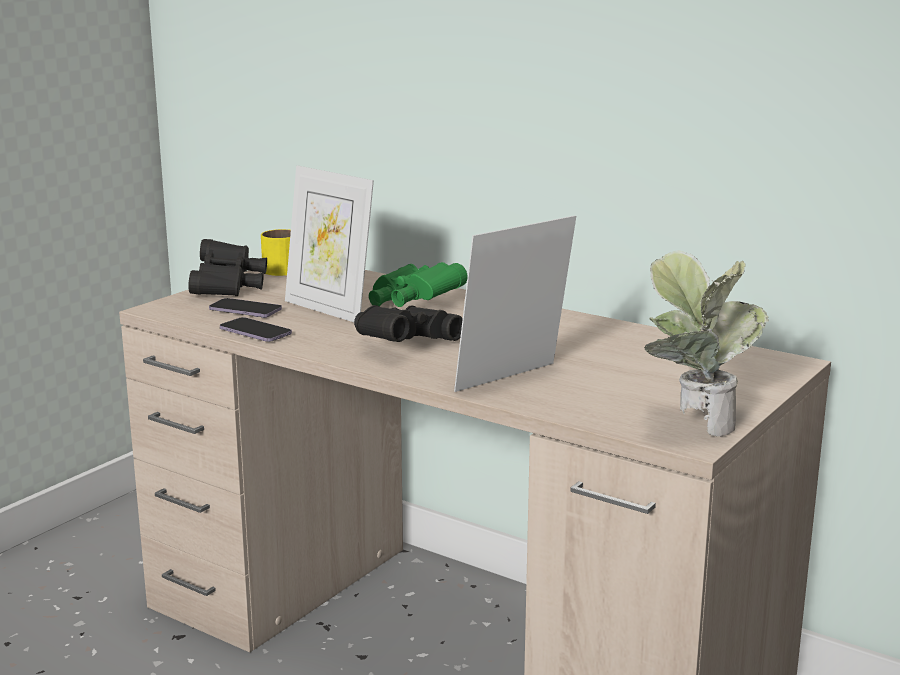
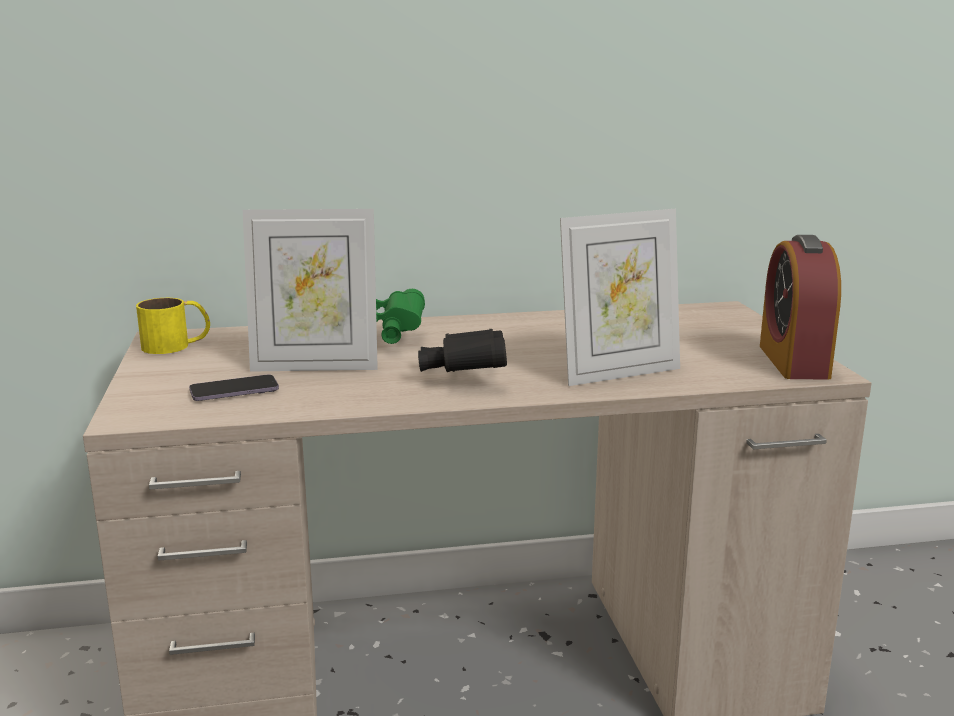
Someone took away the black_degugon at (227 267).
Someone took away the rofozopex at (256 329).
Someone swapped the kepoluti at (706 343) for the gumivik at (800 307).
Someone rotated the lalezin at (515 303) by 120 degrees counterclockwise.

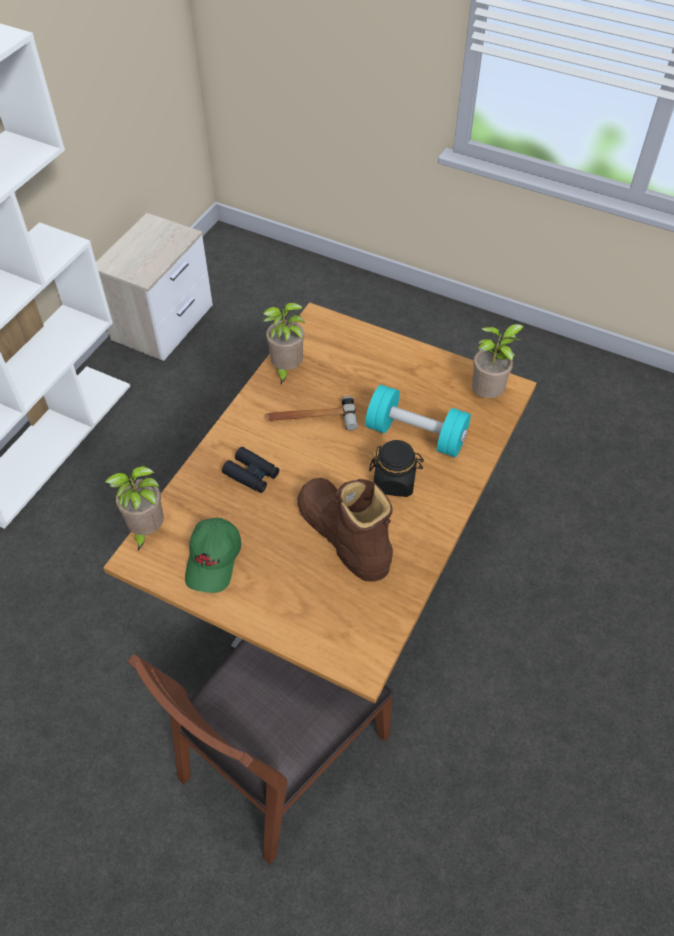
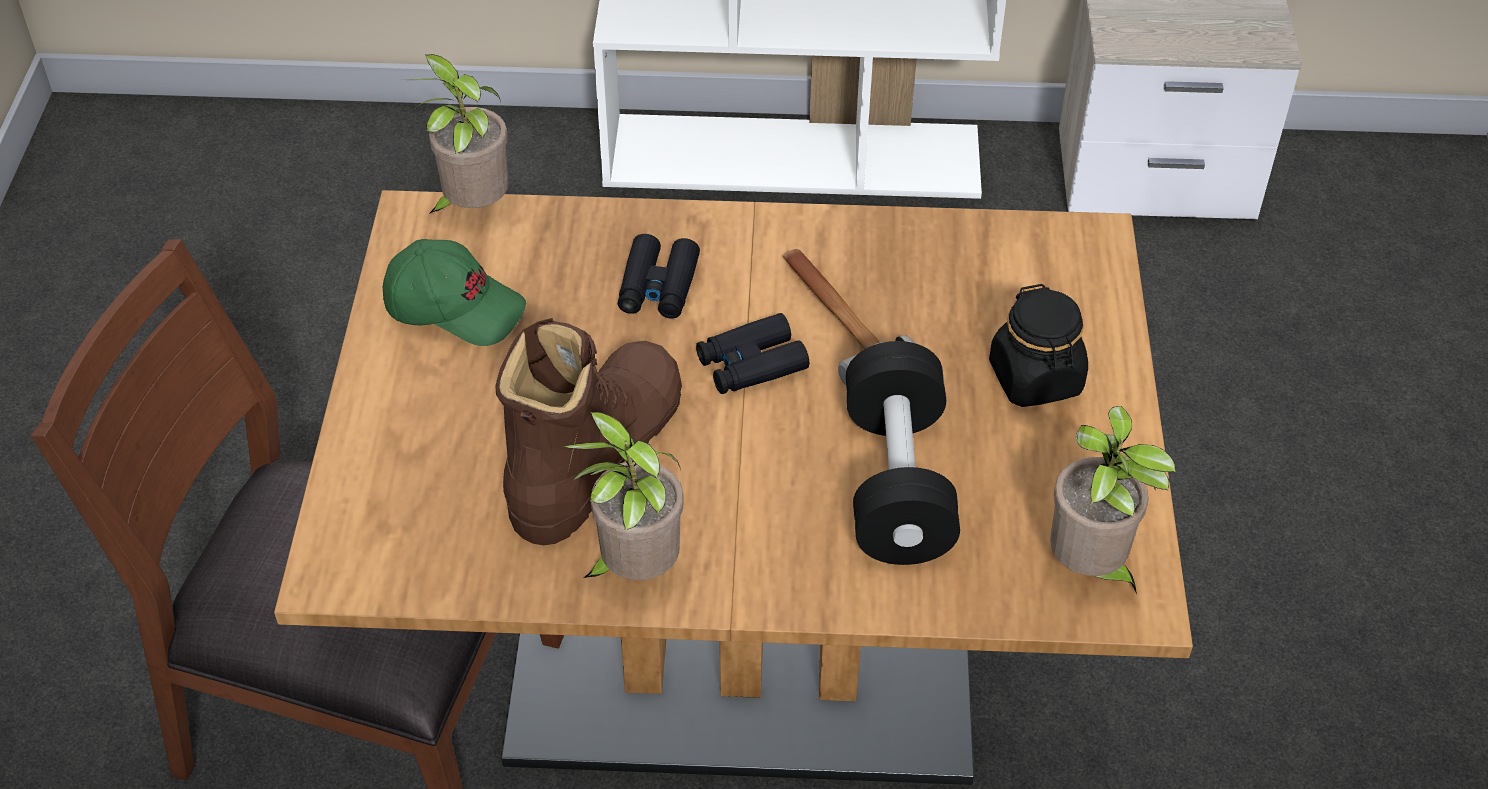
Someone put down the black_degugon at (752 353).
Someone carried the kepoluti from (283 343) to (623 495).
Someone carried the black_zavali from (396 468) to (1038 345).
Someone repainted the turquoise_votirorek at (418 421), which became the black_votirorek at (903 453).
Someone rotated the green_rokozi at (213 555) by 150 degrees counterclockwise.

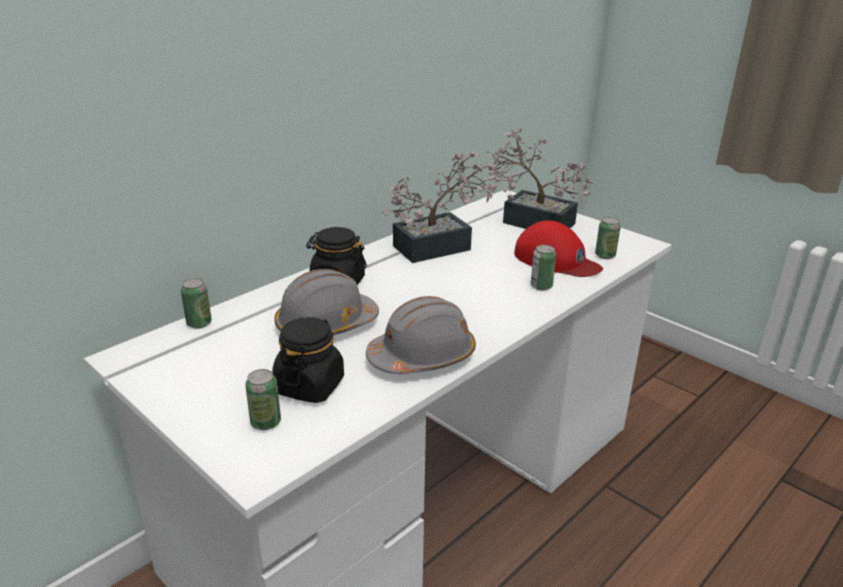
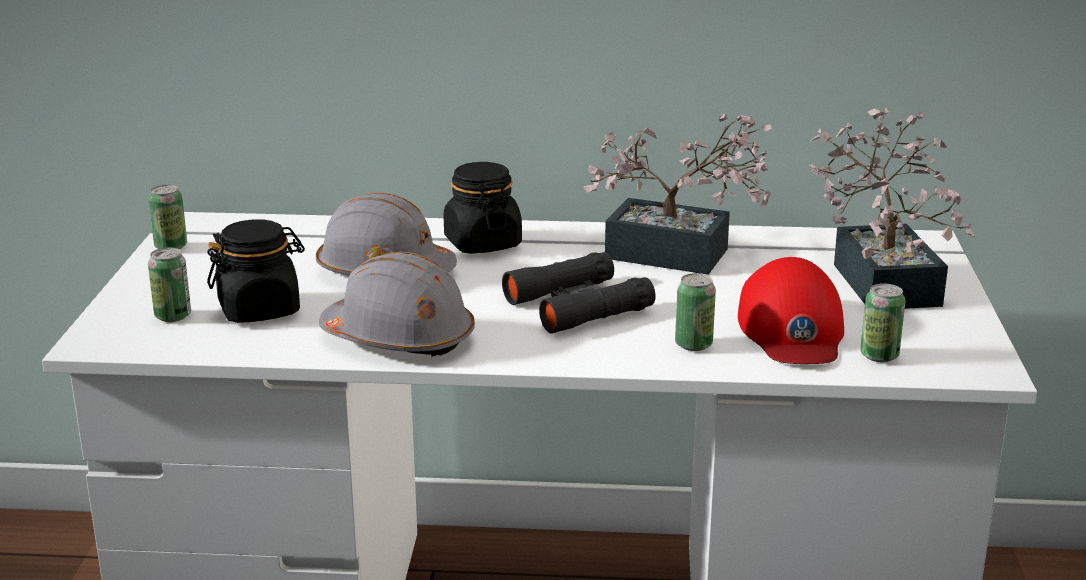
Someone put down the black_degugon at (579 293).
Someone carried the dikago from (196 303) to (167 217).

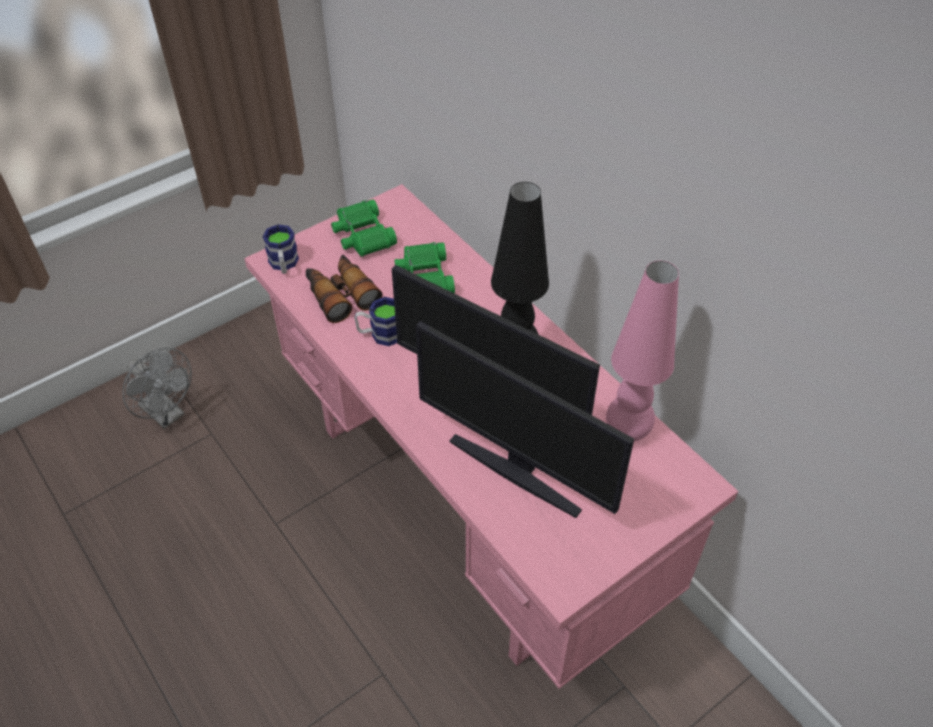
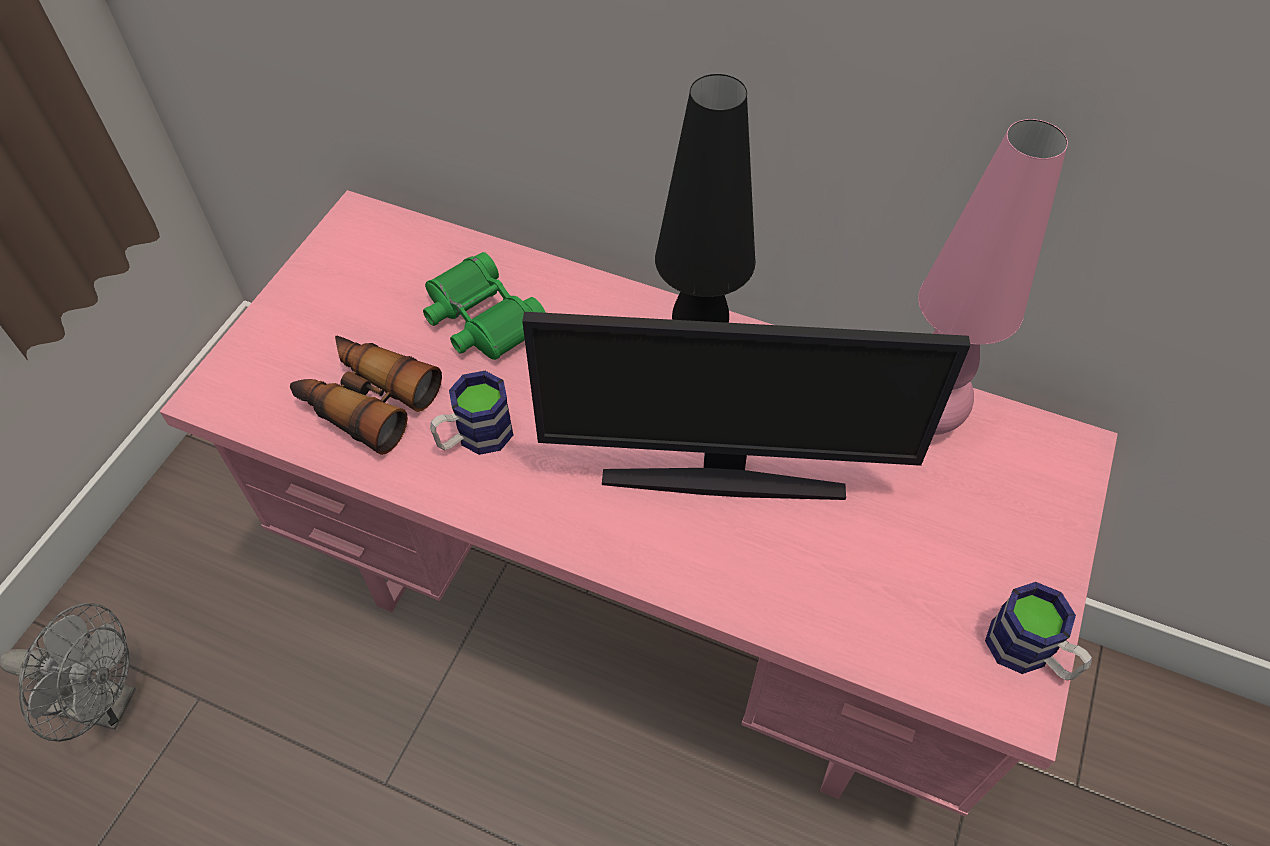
Someone took away the green_degugon at (364 228).
Someone took away the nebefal at (525 419).
Someone carried the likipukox from (281 249) to (1038 631).

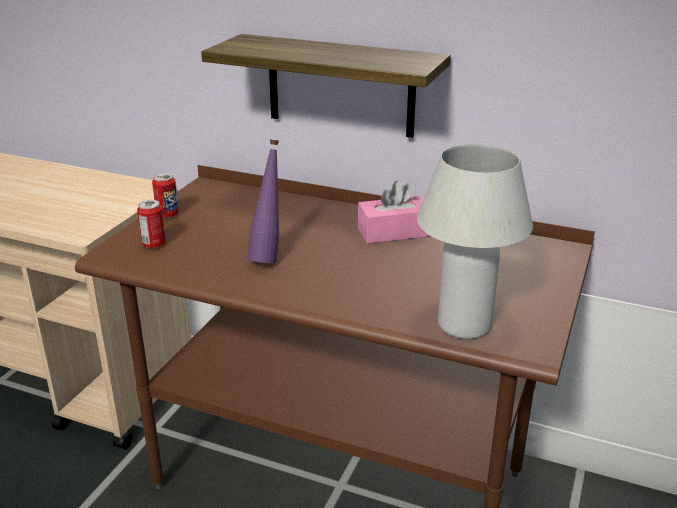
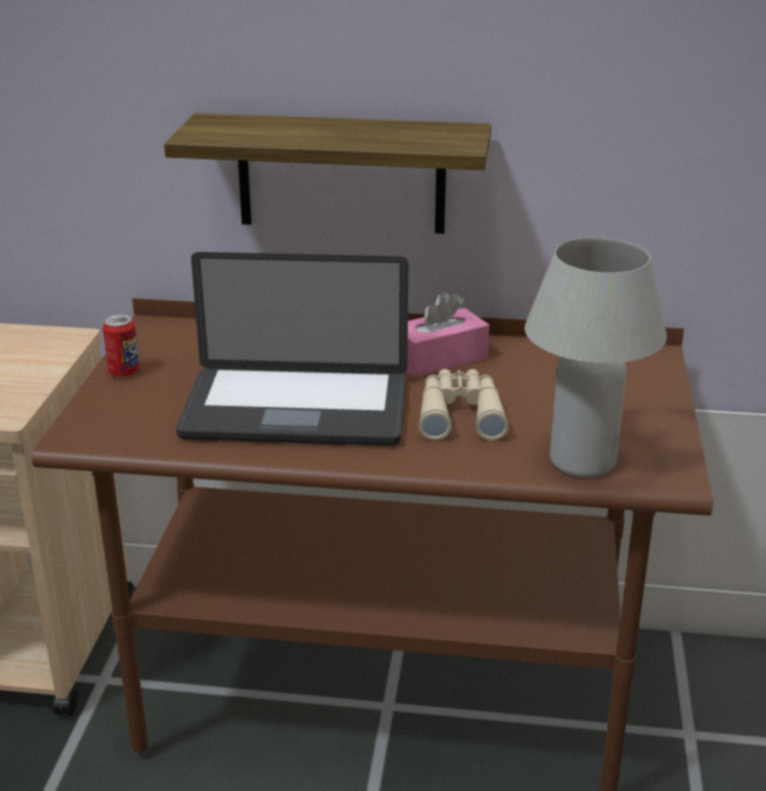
Someone took away the dikago at (151 224).
Someone put down the beige_degugon at (463 405).
Someone swapped the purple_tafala at (263 201) for the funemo at (292 349).

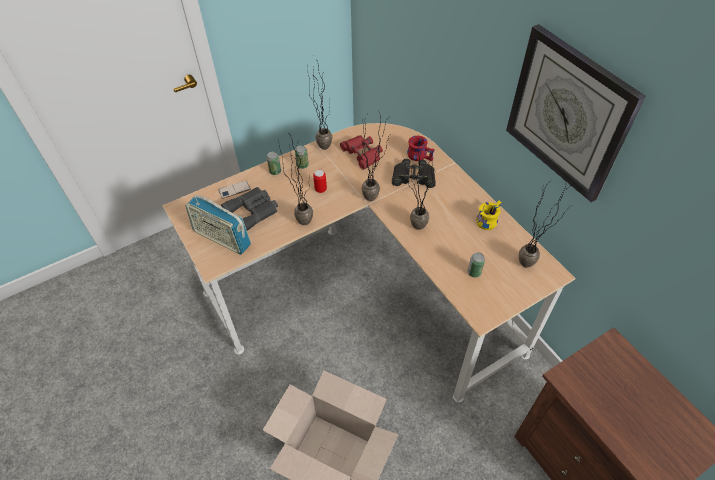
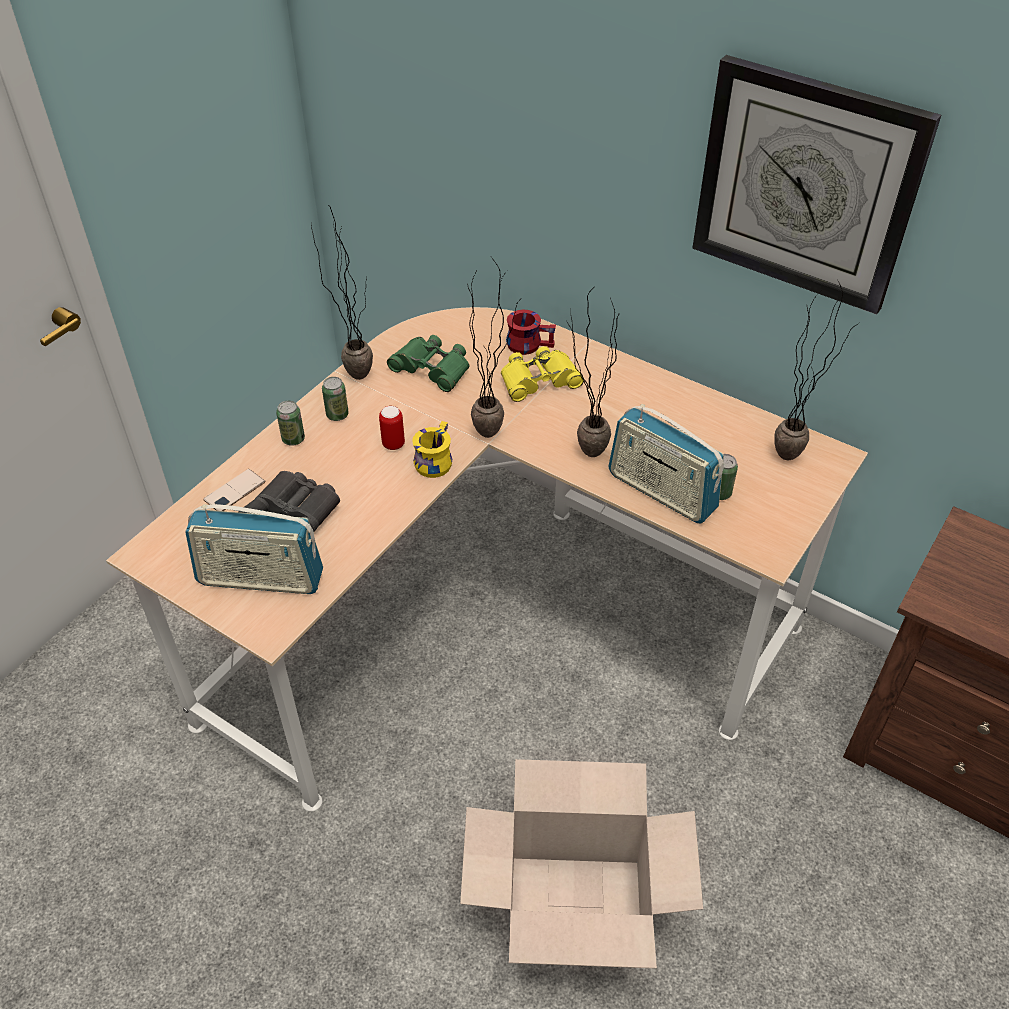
Someone took away the kepoluti at (296 180).
Someone put down the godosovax at (666 463).
Someone carried the yellow_likipukox from (489 215) to (432 449).
Someone repainted the red_degugon at (361 152), which became the green_degugon at (428 363).
Someone repainted the black_degugon at (414 173), which became the yellow_degugon at (542 374).

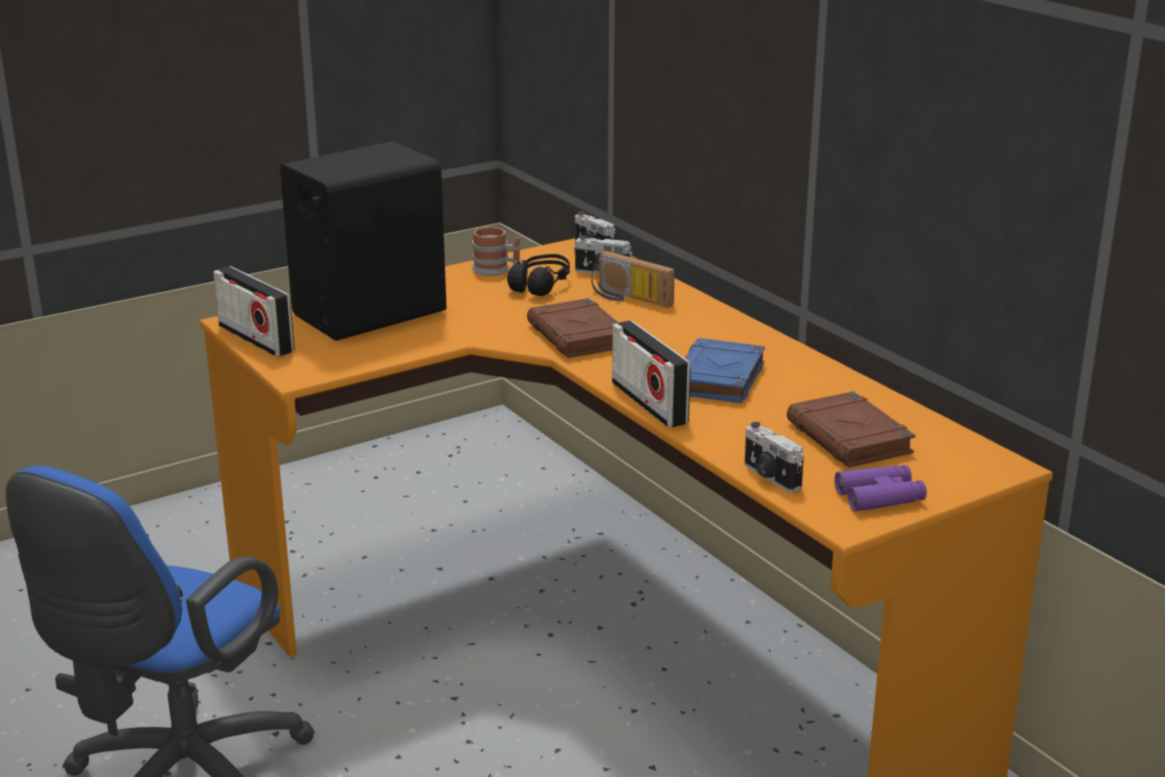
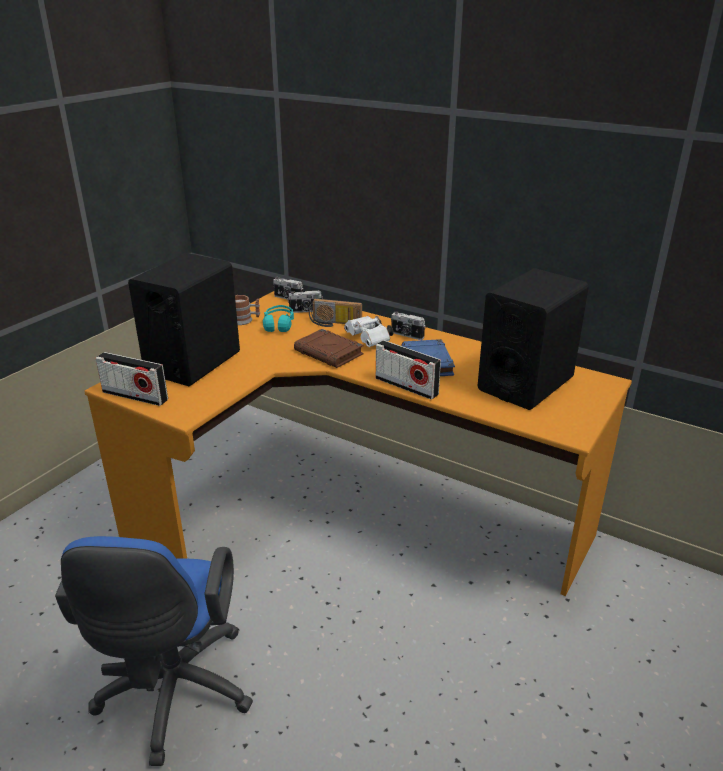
Someone took away the purple_degugon at (880 488).
Someone put down the white_degugon at (368 331).
Someone carried the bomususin from (774 457) to (408 325).
Someone swapped the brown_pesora at (851 429) for the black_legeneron at (533 339).
Someone repainted the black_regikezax at (538 275), which became the turquoise_regikezax at (278 318).

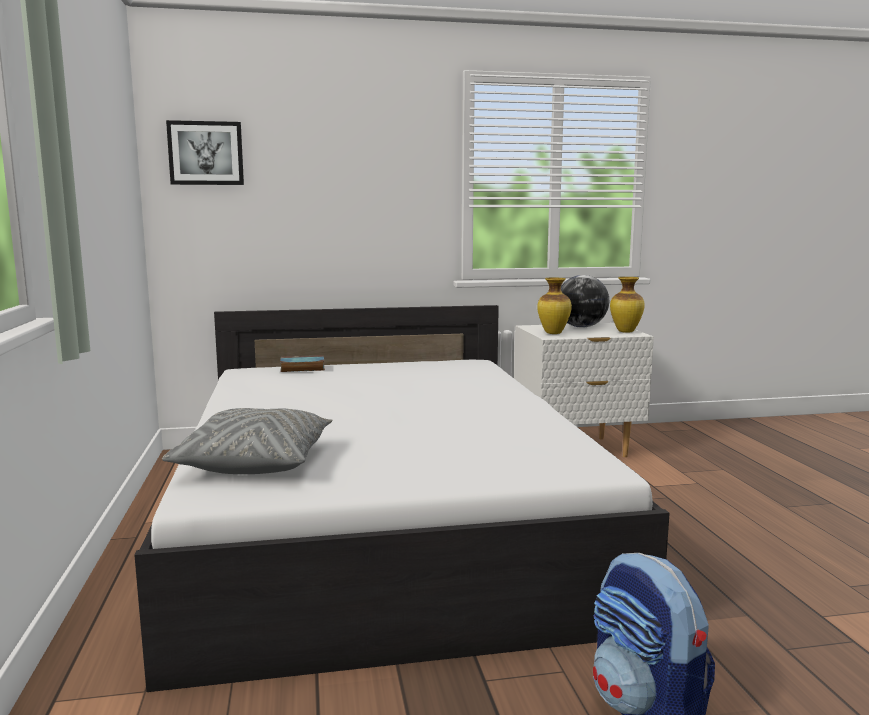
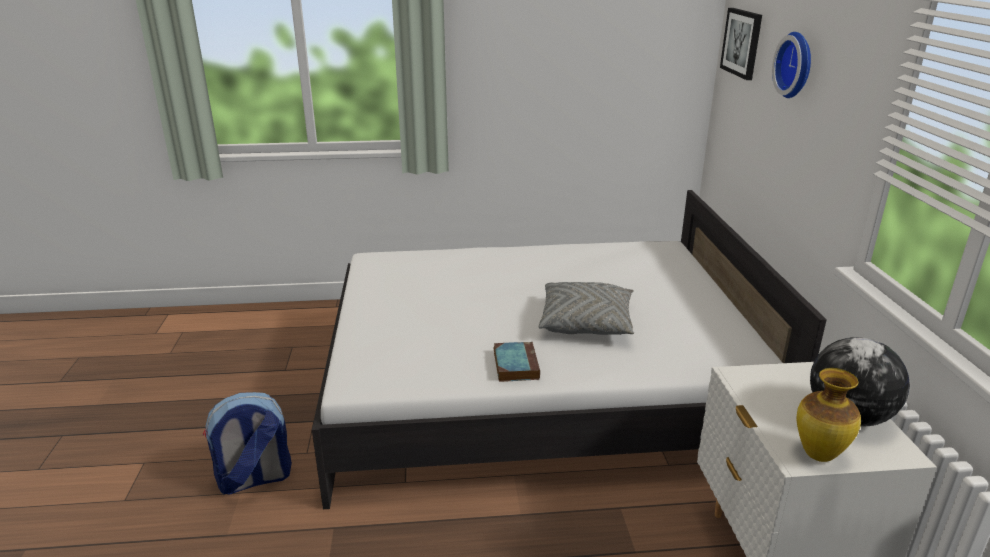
Someone took away the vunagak at (554 306).
Someone put up the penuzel at (791 65).
Someone carried the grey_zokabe from (247 441) to (586 308).
Someone carried the pesora from (302 363) to (517 362).

